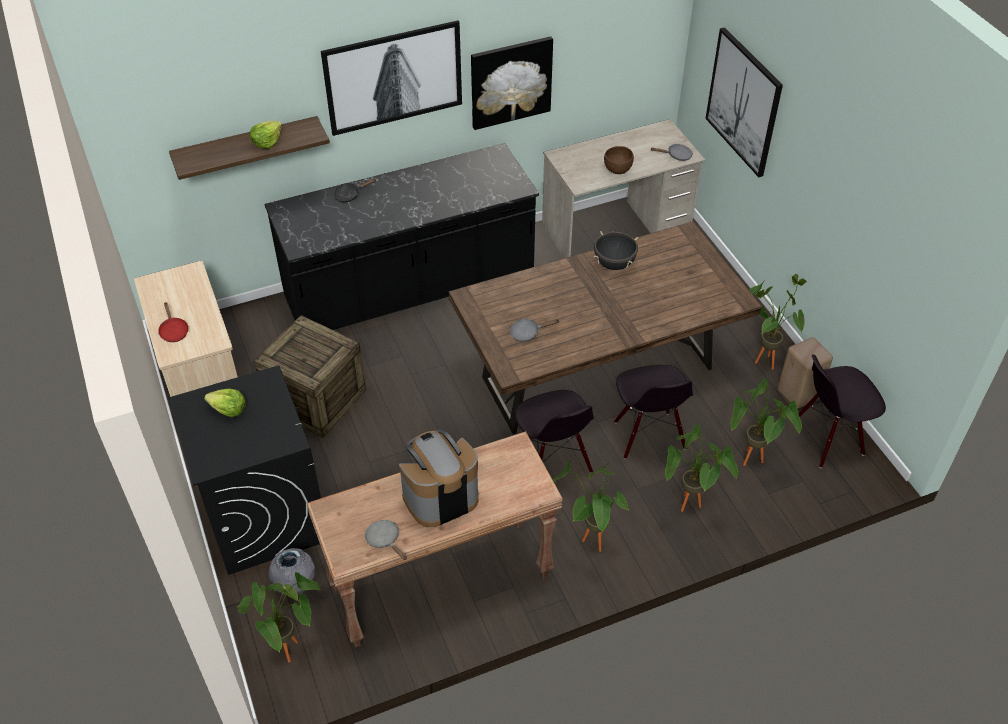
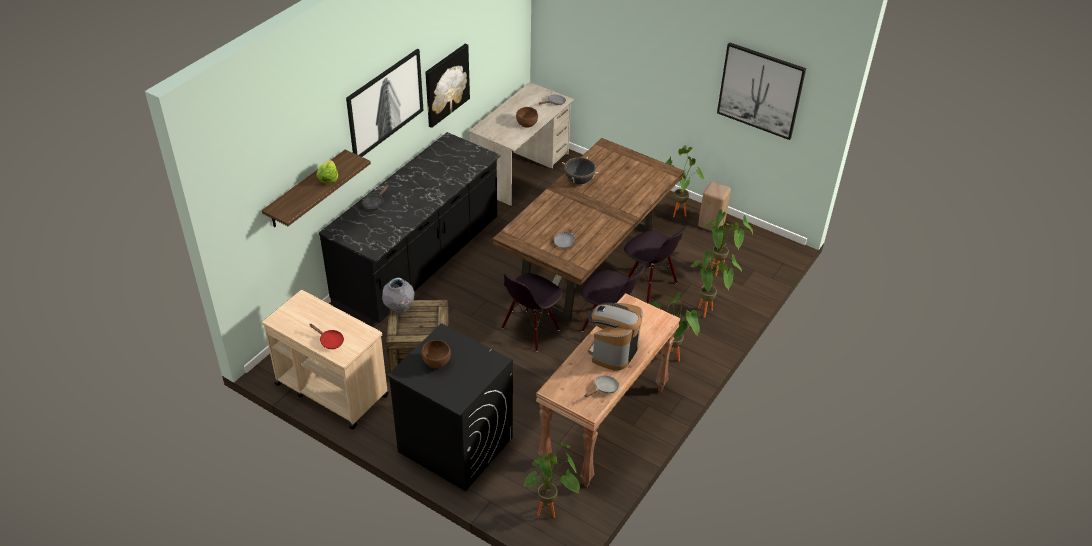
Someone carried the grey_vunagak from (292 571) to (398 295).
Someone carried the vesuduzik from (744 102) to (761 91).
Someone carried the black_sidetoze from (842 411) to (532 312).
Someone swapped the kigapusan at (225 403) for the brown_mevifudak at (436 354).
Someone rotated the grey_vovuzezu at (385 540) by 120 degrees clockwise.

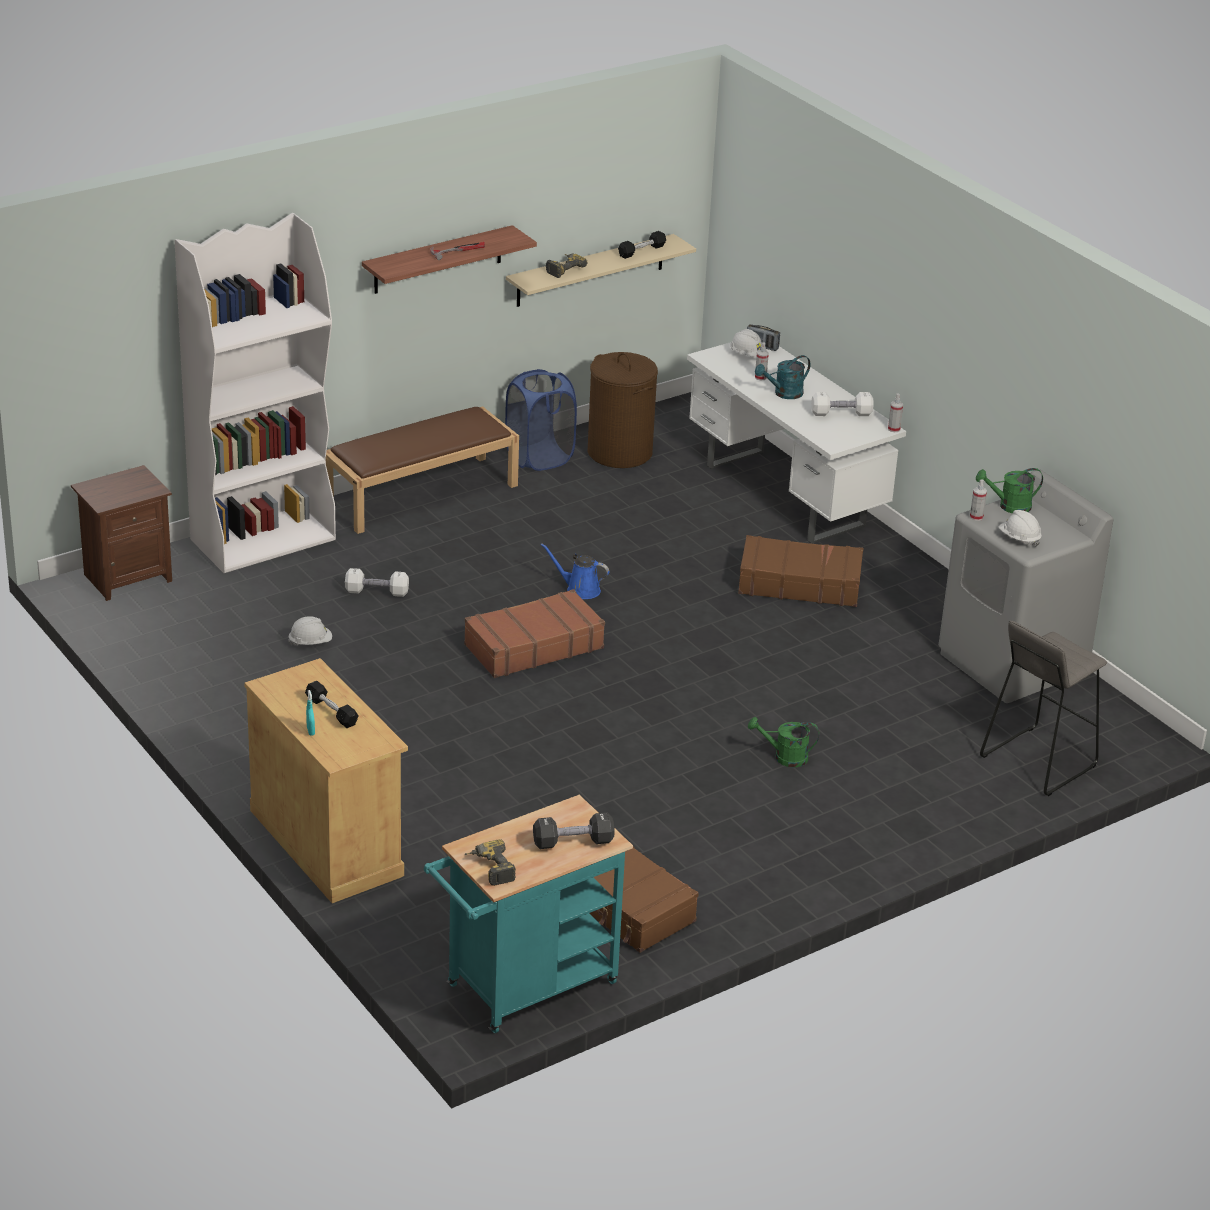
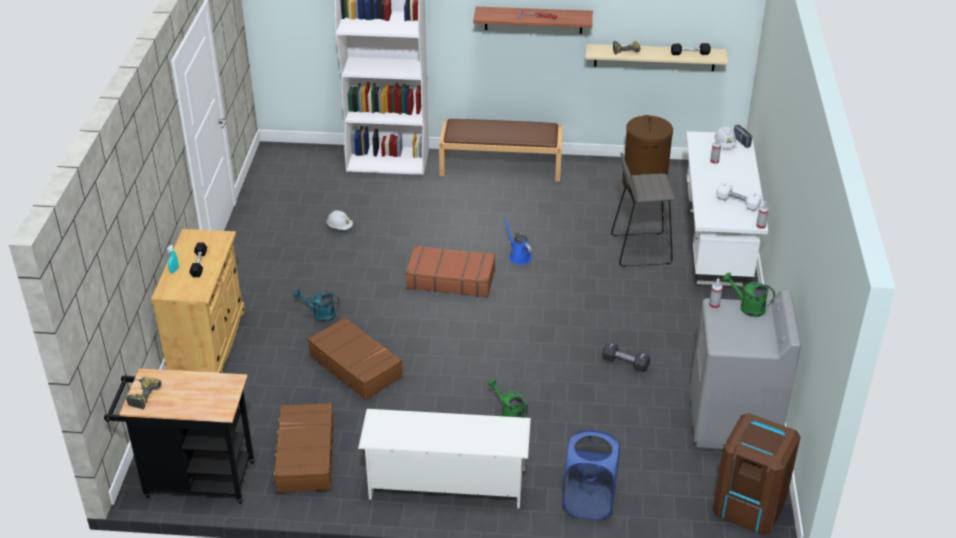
Someone took away the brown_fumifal at (121 533).
Someone took away the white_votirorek at (377 582).
Someone took away the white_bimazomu at (1020 528).
Someone put down the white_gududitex at (444 459).
Someone put down the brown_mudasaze at (756 474).
Someone carried the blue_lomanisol from (541 420) to (591 475).
Someone carried the black_votirorek from (574 831) to (626 357).
Someone carried the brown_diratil from (801 571) to (355 358).
Someone carried the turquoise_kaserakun from (782 377) to (316 305).
Someone carried the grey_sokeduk from (1043 708) to (643 209).
Someone repainted the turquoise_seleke at (528 914), which became the black_seleke at (179 436).

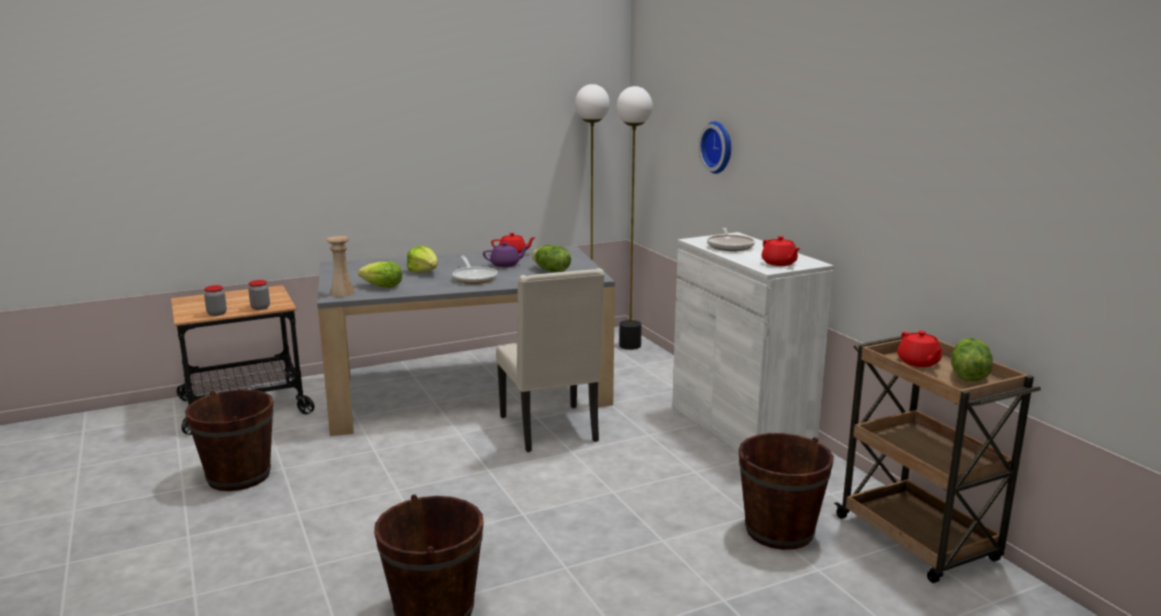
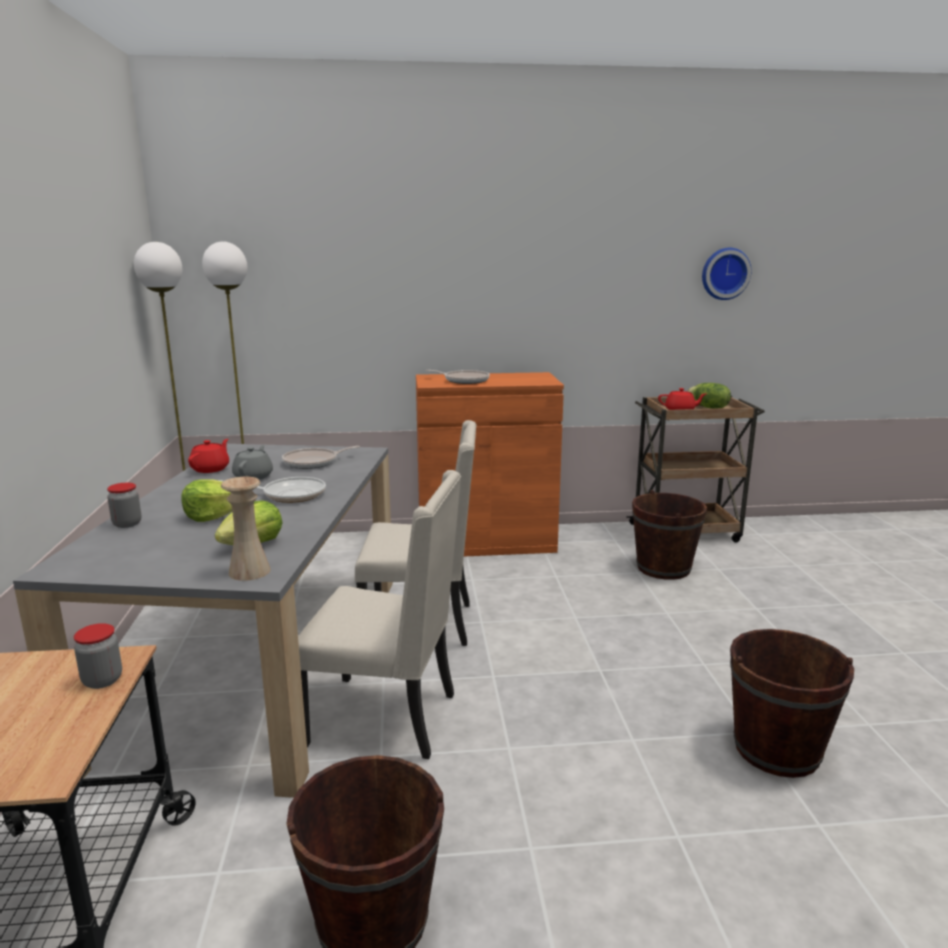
Someone took away the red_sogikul at (781 251).
Someone put down the beige_sidetoze at (379 614).
Someone carried the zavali from (215 300) to (124 505).
Someone carried the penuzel from (714 147) to (726 274).
Someone swapped the kigapusan at (551 258) for the vovuzezu at (321 457).
Someone repainted the purple_sogikul at (506 254), which became the grey_sogikul at (252 462).
Someone repainted the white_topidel at (753 343), which became the orange_topidel at (490 464).

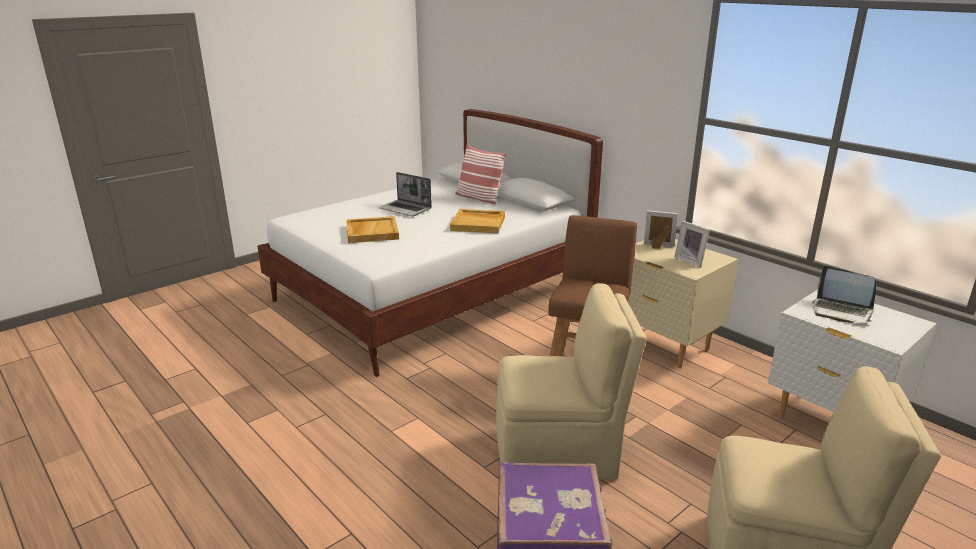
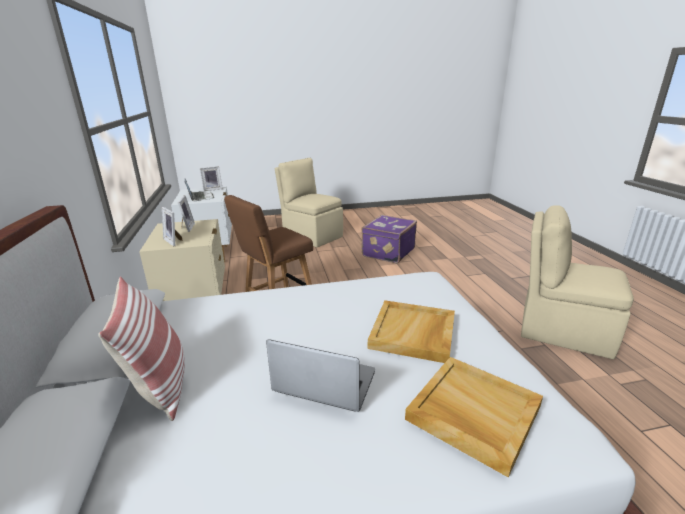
Someone put down the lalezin at (211 178).
Someone carried the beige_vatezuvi from (477 221) to (474 417).
Someone carried the beige_sidetoze from (571 381) to (577 282).
Someone rotated the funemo at (405 194) by 45 degrees counterclockwise.

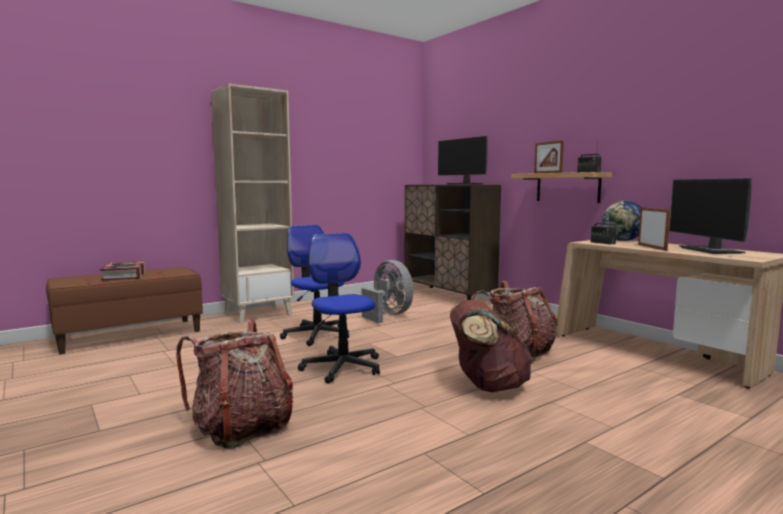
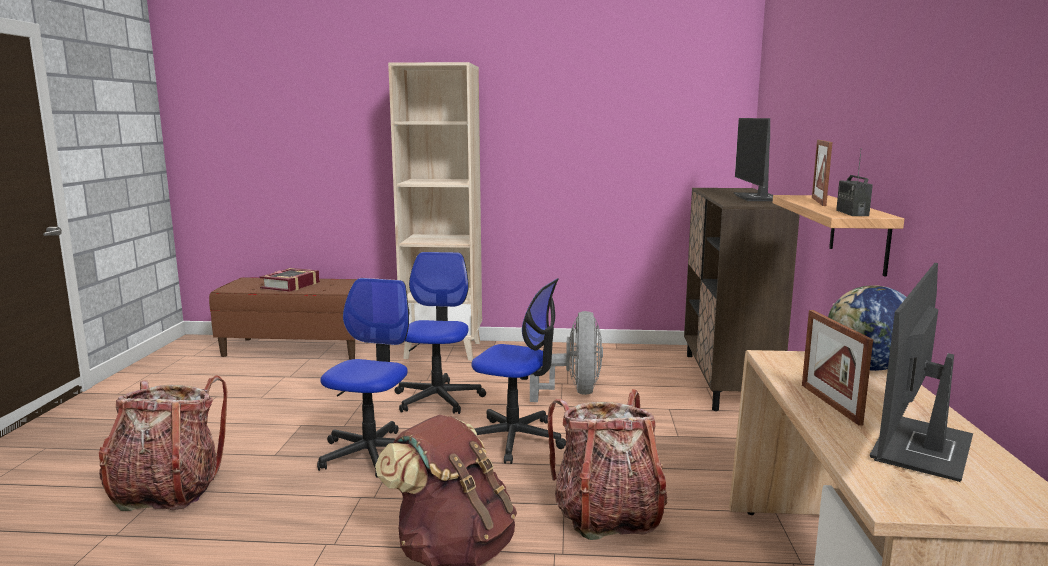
Someone took away the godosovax at (604 228).
Someone put down the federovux at (519 371).
Someone rotated the lalezin at (654 229) by 135 degrees clockwise.

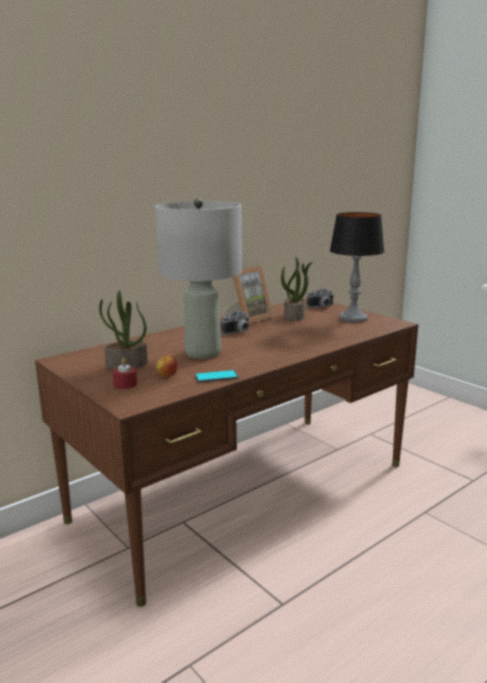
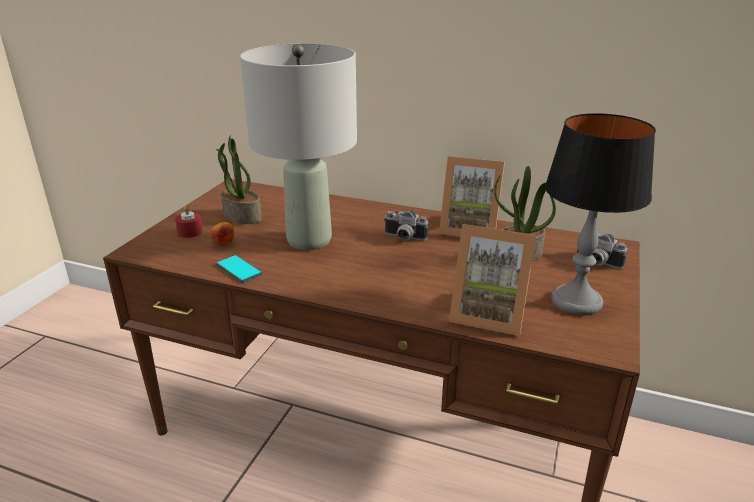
Someone put down the lalezin at (492 280).

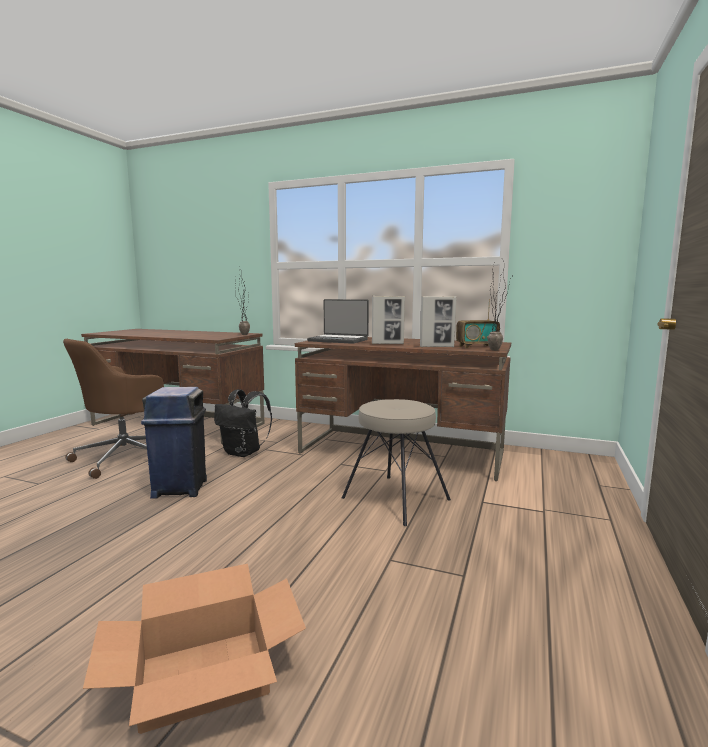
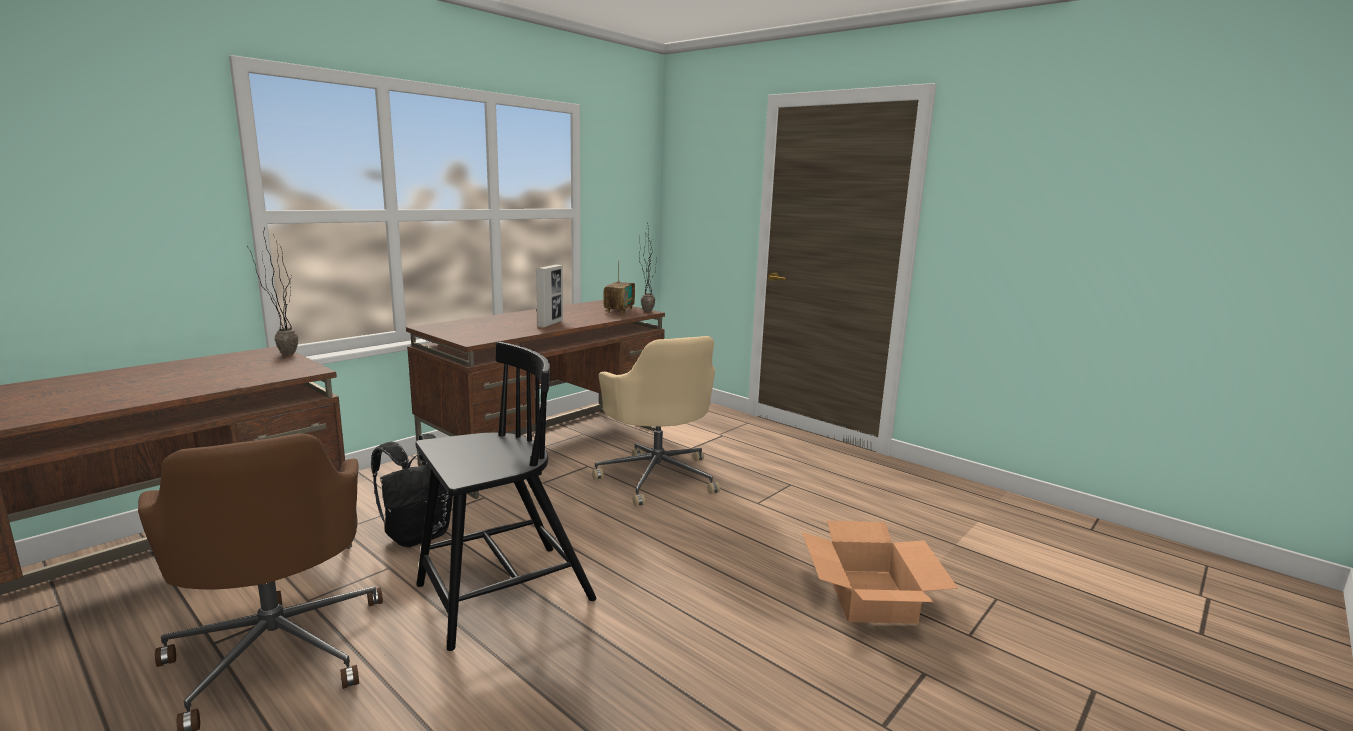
Someone took away the funemo at (338 321).
Someone took away the lalezin at (438 321).
Someone swapped the blue_mudasaze at (174 443) for the black_sidetoze at (505 496).
Someone swapped the beige_sokeduk at (396 462) for the beige_federovux at (656 421).

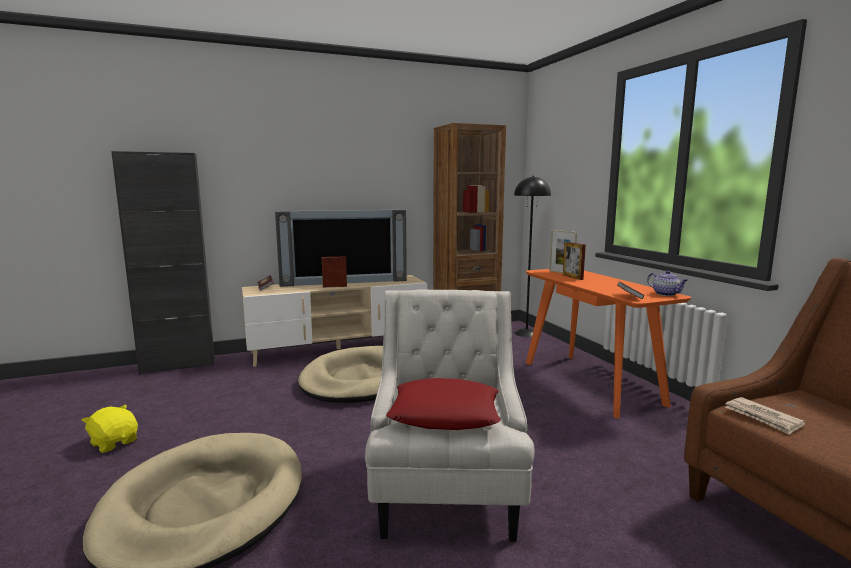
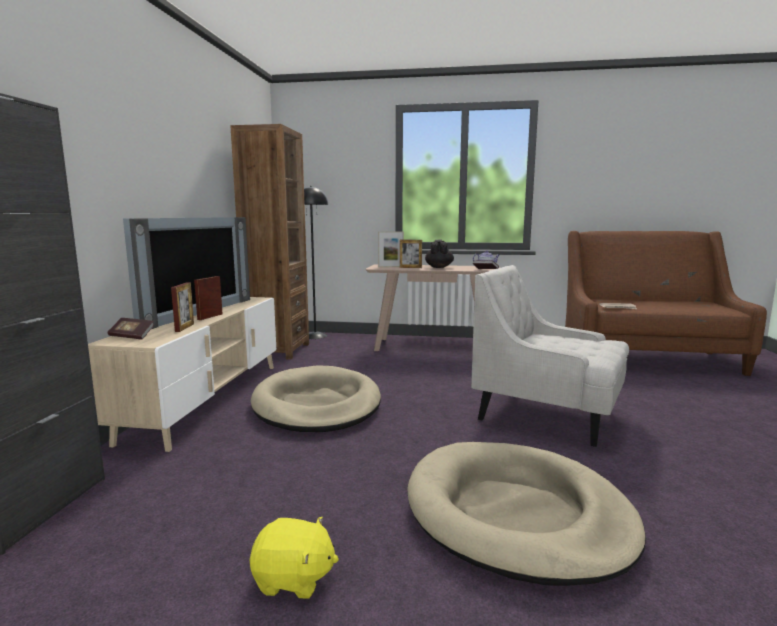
Someone took away the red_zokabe at (443 404).
Someone put down the lalezin at (182 307).
Someone put down the black_sogikul at (439 254).
Someone repainted the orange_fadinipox at (608 343), which became the beige_fadinipox at (433 307).
Someone rotated the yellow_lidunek at (109 429) by 150 degrees counterclockwise.

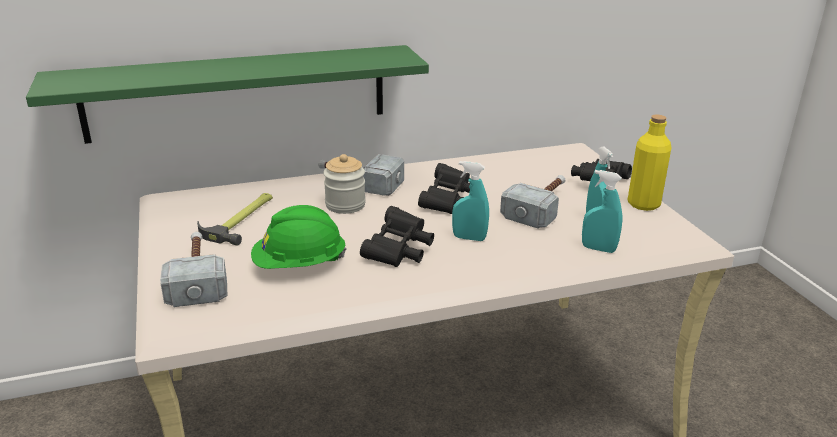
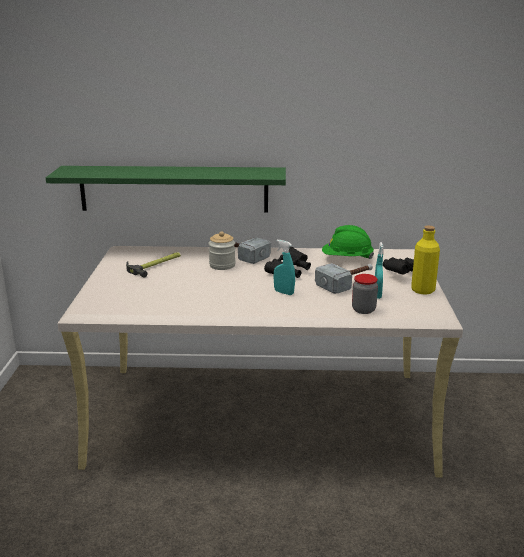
Someone took away the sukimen at (193 269).
Someone took away the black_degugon at (397 236).
Someone carried the green_bimazomu from (299 237) to (348 242).
Someone swapped the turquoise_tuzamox at (602 211) for the zavali at (365 294).

